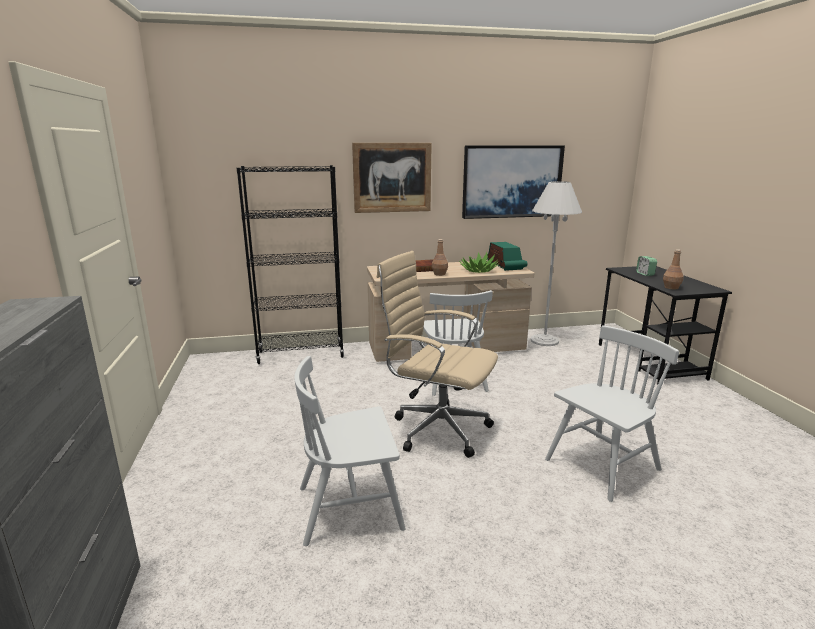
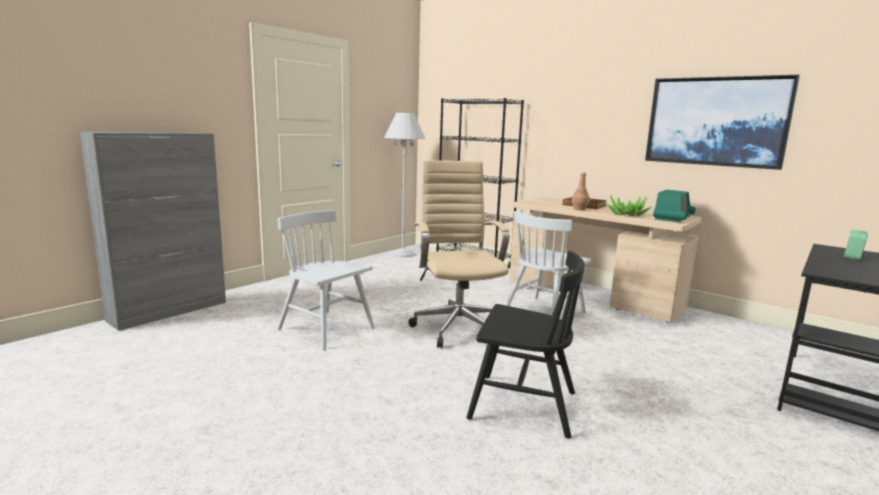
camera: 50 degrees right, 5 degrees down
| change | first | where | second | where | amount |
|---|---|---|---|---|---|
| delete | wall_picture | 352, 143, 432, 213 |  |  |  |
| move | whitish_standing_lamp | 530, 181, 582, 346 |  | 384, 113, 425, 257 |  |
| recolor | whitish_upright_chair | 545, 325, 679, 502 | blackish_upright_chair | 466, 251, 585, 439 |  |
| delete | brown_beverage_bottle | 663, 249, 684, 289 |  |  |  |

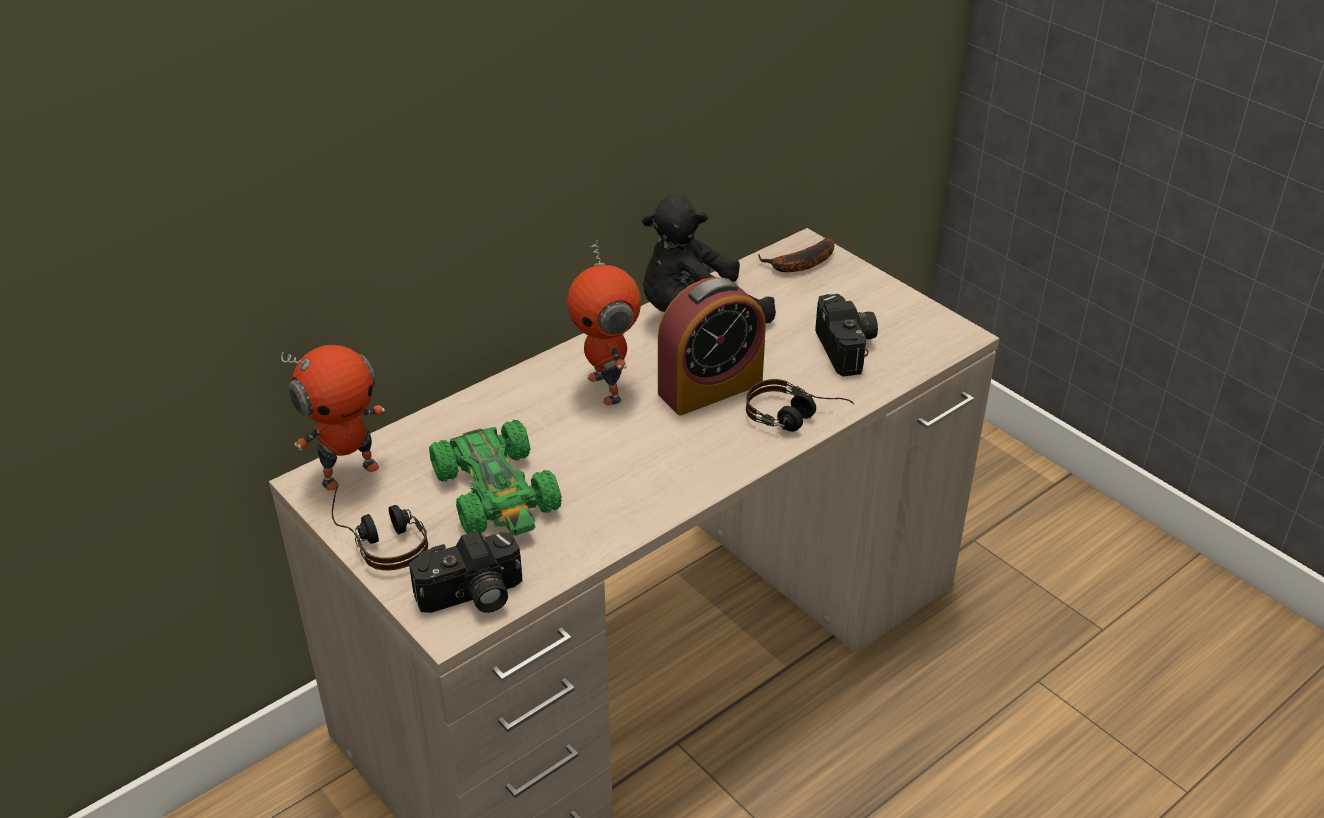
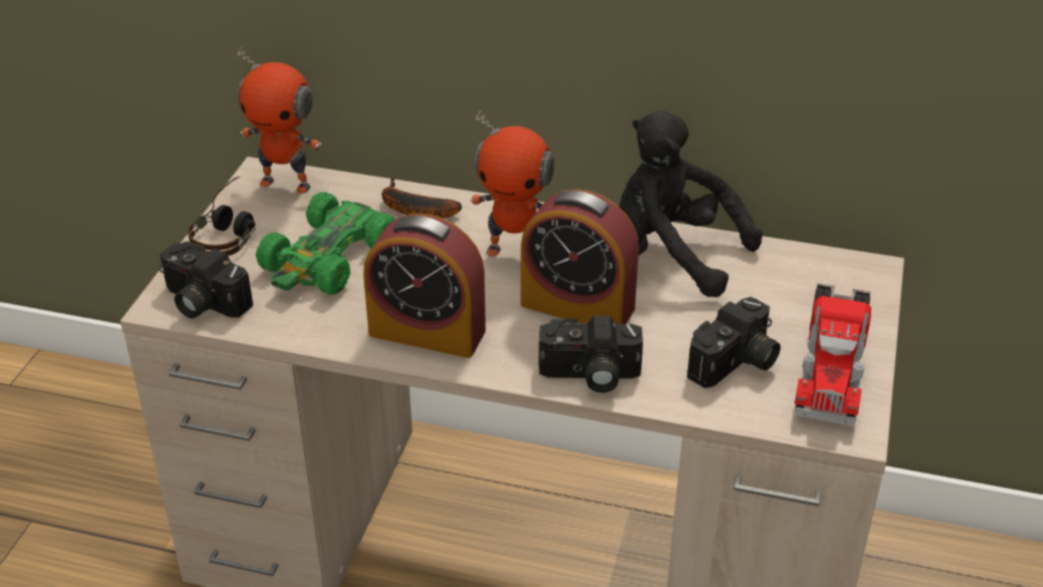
camera: 55 degrees right, 0 degrees up
| change | first | where | second | where | amount |
|---|---|---|---|---|---|
| rotate | toy_robot | 567, 240, 641, 405 |  | 470, 111, 555, 256 | 105 degrees counterclockwise |
| replace | headset | 746, 379, 854, 432 | photo_camera | 538, 315, 643, 393 |  |
| move | whole_banana | 758, 238, 835, 272 |  | 382, 178, 462, 218 |  |
| insert |  |  | bedside_clock | 363, 213, 486, 358 |  |
| insert |  |  | toy_truck | 795, 283, 871, 426 |  |

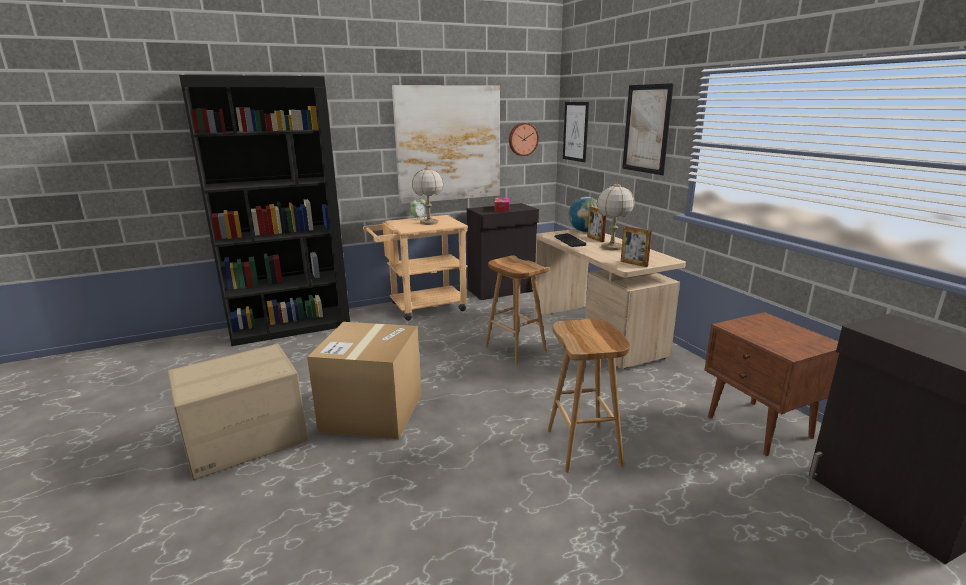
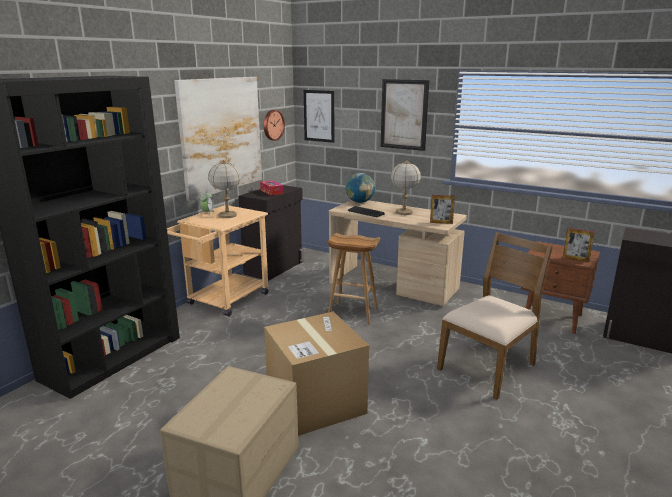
camera: 35 degrees left, 0 degrees up
| change | first | where | second | where | amount |
|---|---|---|---|---|---|
| replace | brown_stool_seat | 548, 319, 630, 473 | brown_upright_chair | 437, 232, 553, 399 |  |
| move | picture_frame | 587, 207, 606, 242 |  | 563, 228, 595, 262 |  |

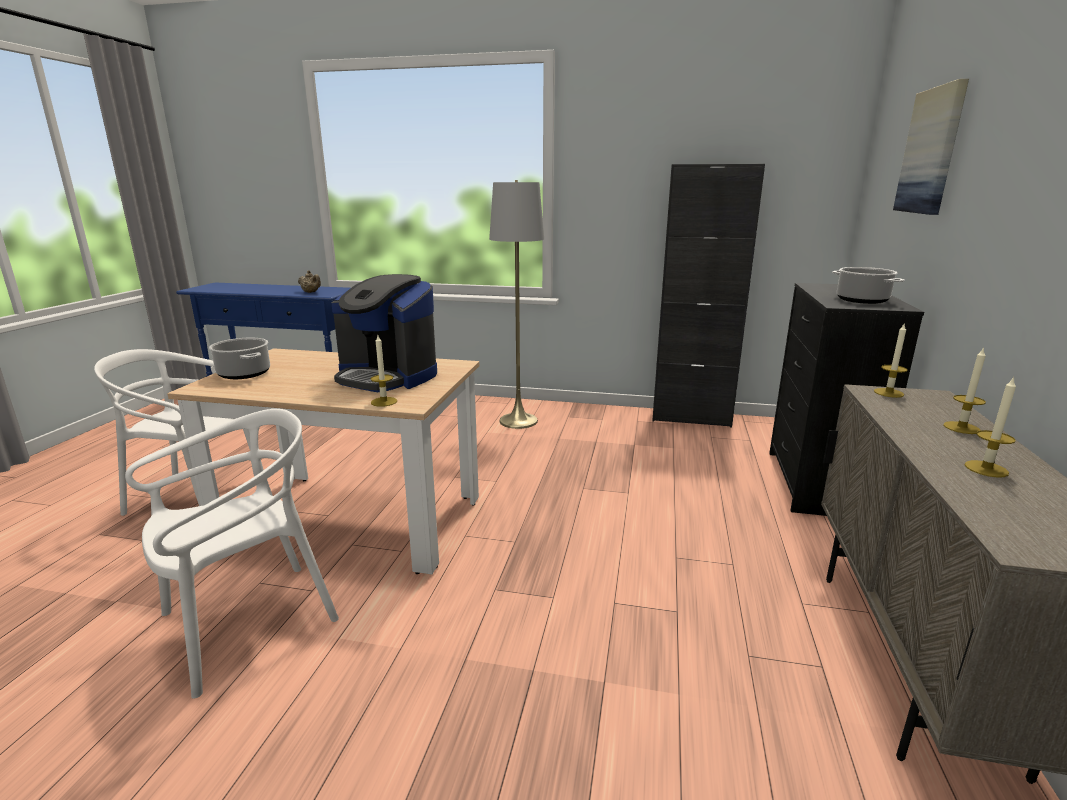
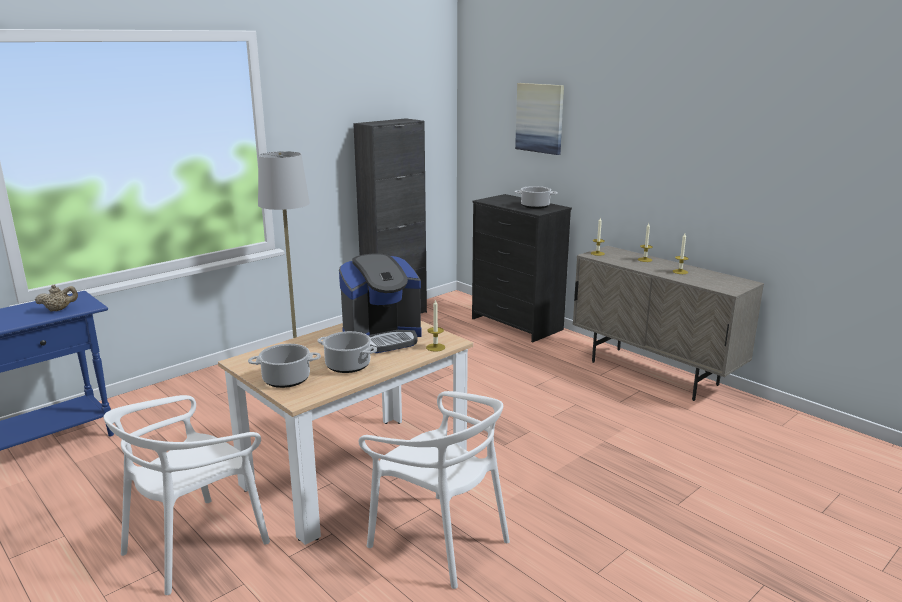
camera: 55 degrees left, 0 degrees up
| change | first | where | second | where | amount |
|---|---|---|---|---|---|
| rotate | whitish_upright_chair | 125, 409, 339, 699 |  | 358, 391, 510, 589 | 135 degrees clockwise |
| insert |  |  | cooking_pot | 318, 331, 377, 373 |  |

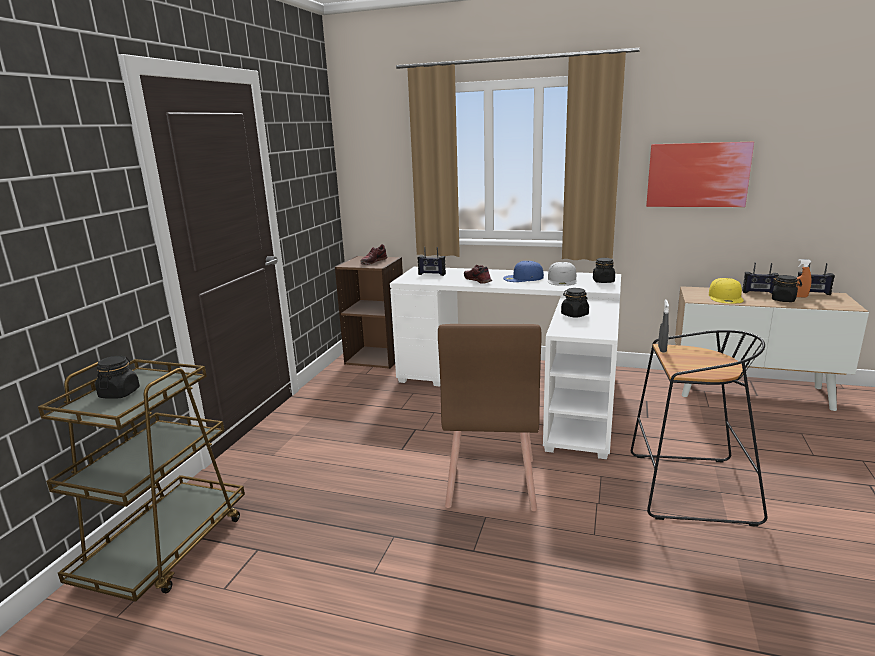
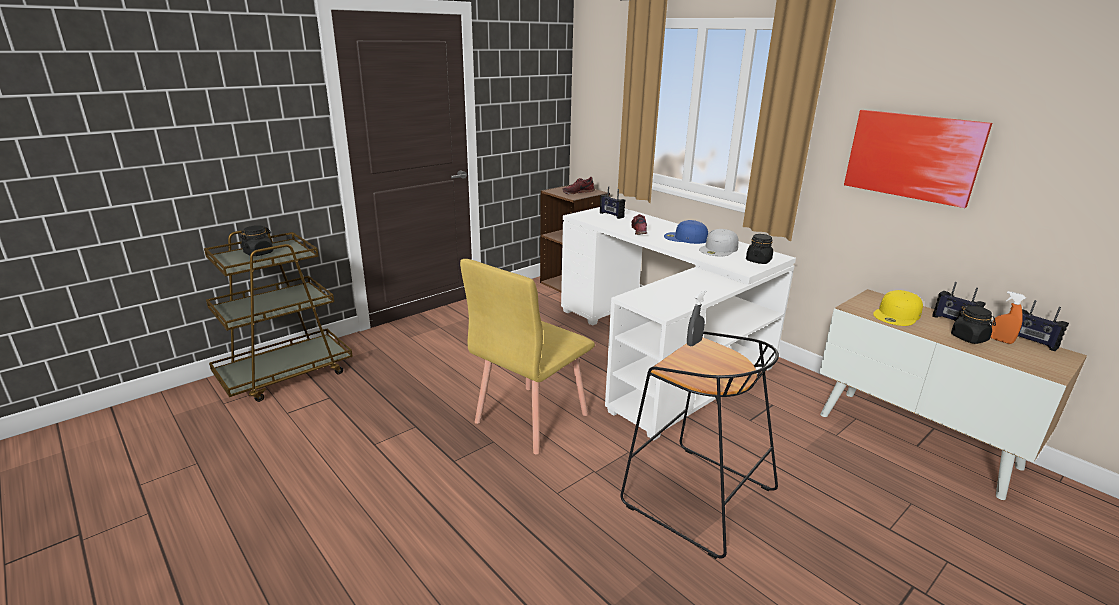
camera: 30 degrees right, 5 degrees up
| change | first | where | second | where | amount |
|---|---|---|---|---|---|
| recolor | brown_upright_chair | 438, 324, 542, 511 | yellow_upright_chair | 460, 259, 595, 454 |  |
| delete | blackish_jar | 561, 288, 589, 318 |  |  |  |

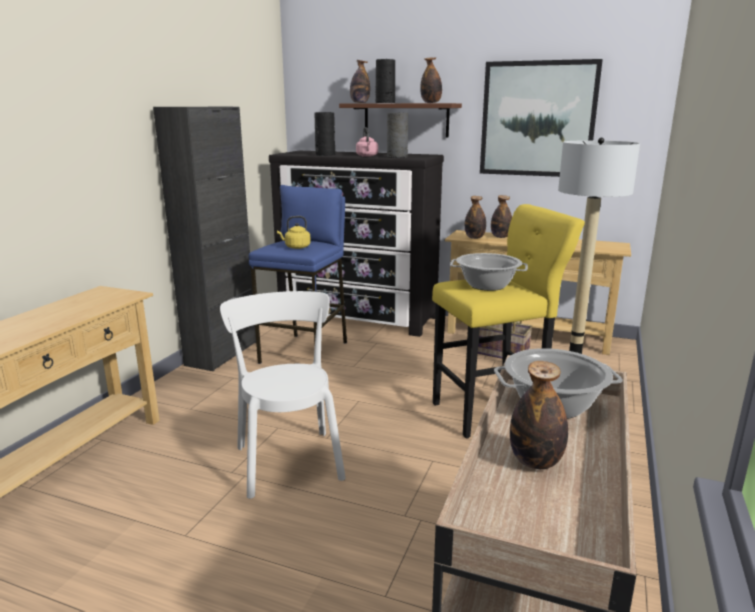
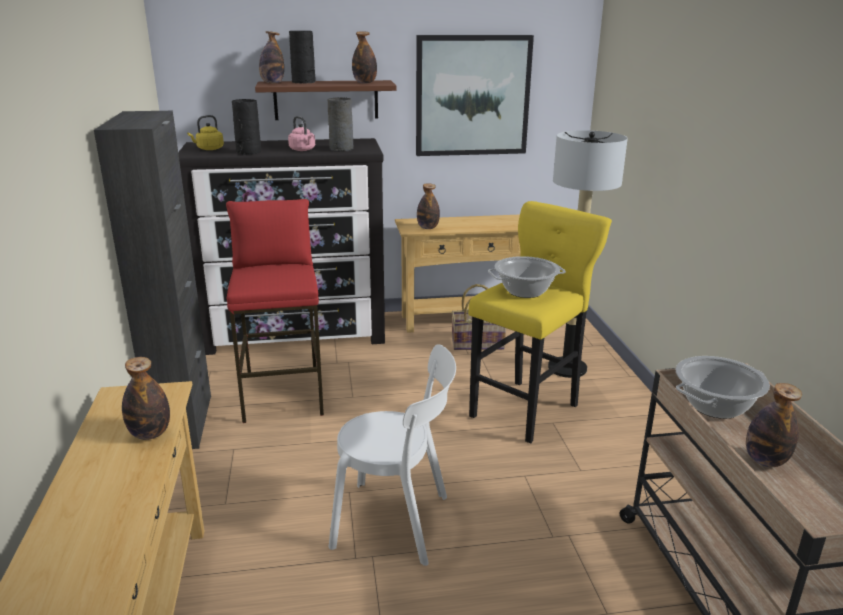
camera: 30 degrees left, 5 degrees up
| change | first | where | second | where | amount |
|---|---|---|---|---|---|
| rotate | whitish_upright_chair | 220, 291, 346, 499 |  | 329, 344, 456, 566 | 150 degrees clockwise |
| recolor | bluish_stool_seat | 249, 185, 347, 364 | red_stool_seat | 226, 199, 324, 423 |  |
| move | yellow_tea_kettle | 277, 216, 311, 249 |  | 187, 115, 224, 150 |  |
| move | beverage_bottle | 491, 195, 512, 238 |  | 122, 357, 170, 440 |  |

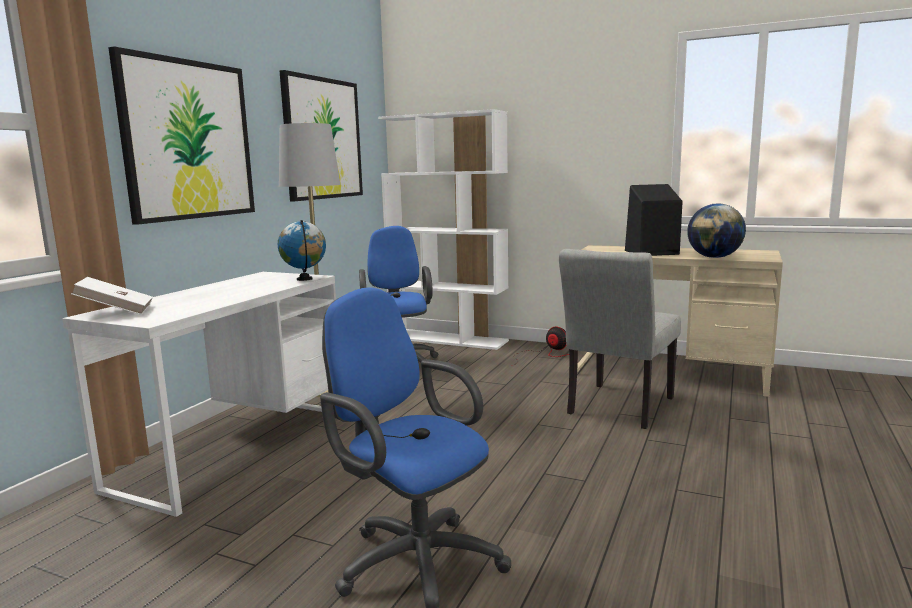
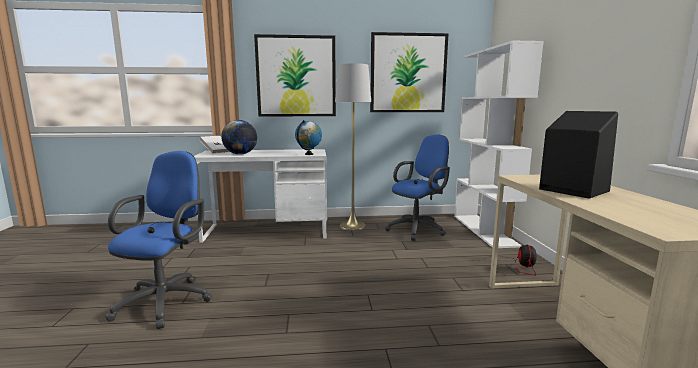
camera: 60 degrees right, 0 degrees up
| change | first | where | second | where | amount |
|---|---|---|---|---|---|
| delete | gray_upright_chair | 559, 249, 681, 429 |  |  |  |
| move | world_globe | 687, 203, 746, 258 |  | 221, 120, 257, 155 |  |

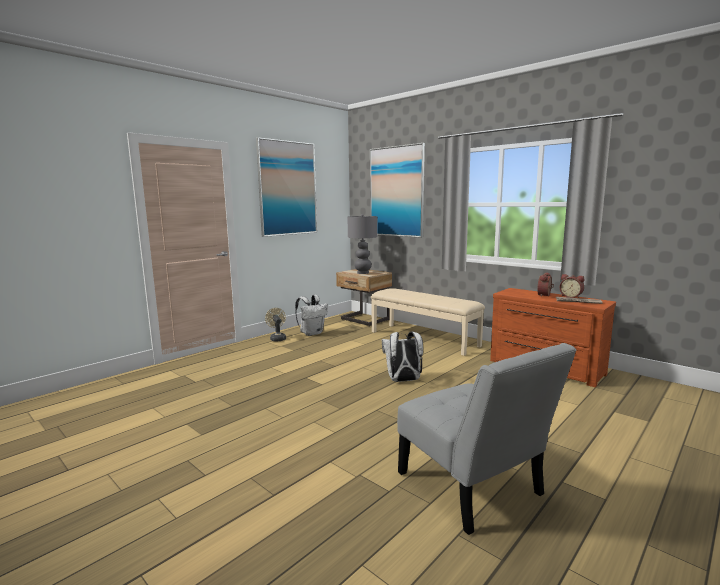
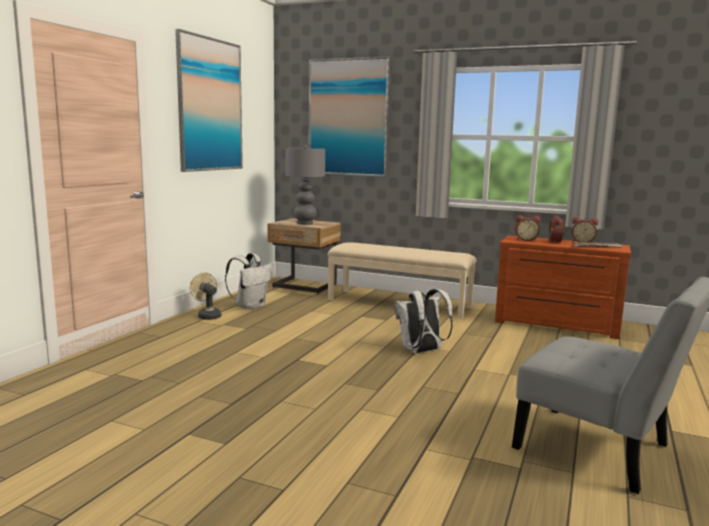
camera: 20 degrees left, 0 degrees up
| change | first | where | second | where | amount |
|---|---|---|---|---|---|
| insert |  |  | bedside_clock | 515, 215, 540, 241 |  |

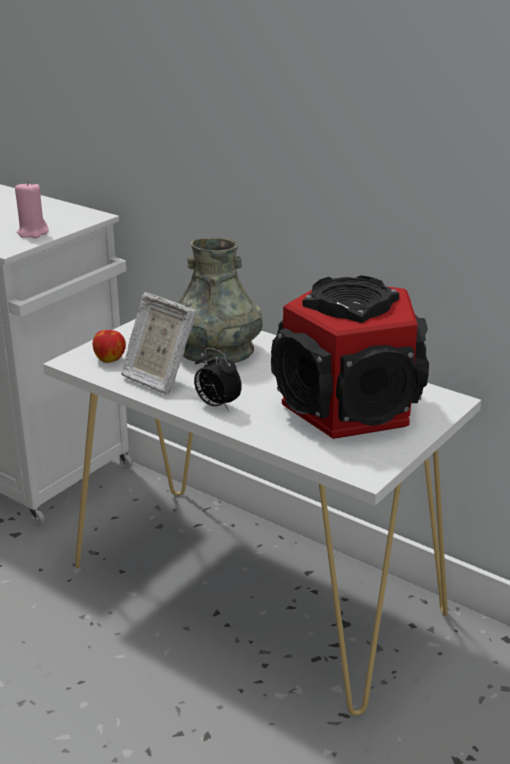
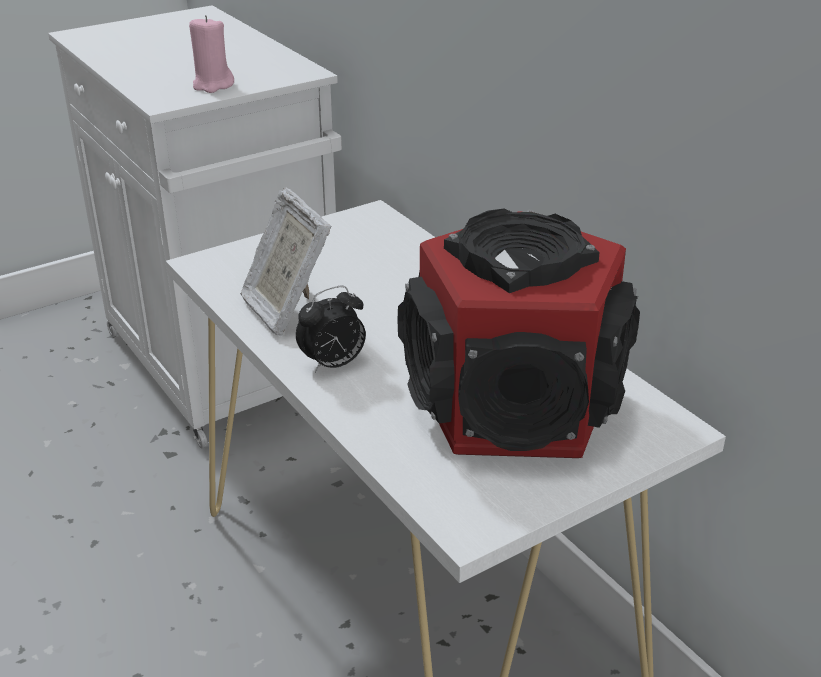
camera: 20 degrees right, 5 degrees up
| change | first | where | second | where | amount |
|---|---|---|---|---|---|
| delete | apple | 93, 330, 126, 363 |  |  |  |
| delete | gray_flower_vase | 177, 238, 263, 363 |  |  |  |
| rotate | bedside_clock | 194, 348, 242, 411 |  | 296, 285, 366, 373 | 90 degrees counterclockwise |

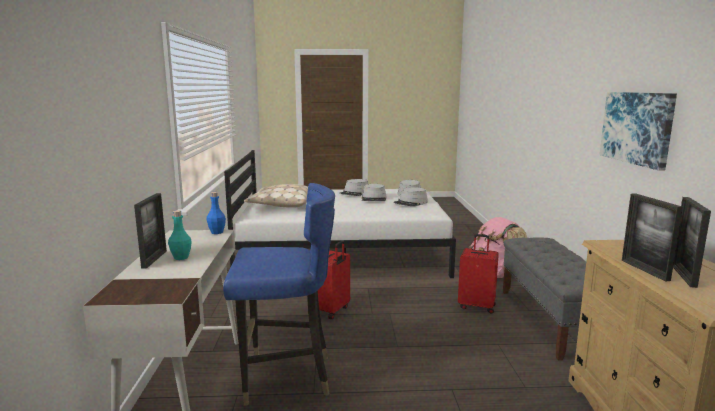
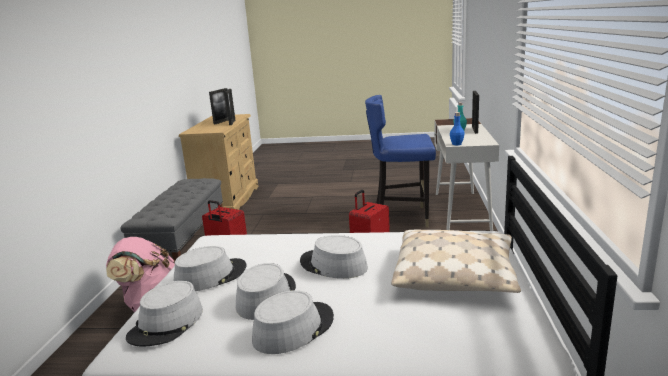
camera: 170 degrees left, 5 degrees up
| change | first | where | second | where | amount |
|---|---|---|---|---|---|
| delete | wall_picture | 600, 92, 677, 171 |  |  |  |
| insert |  |  | gray_clothing_hat | 300, 235, 368, 279 |  |

